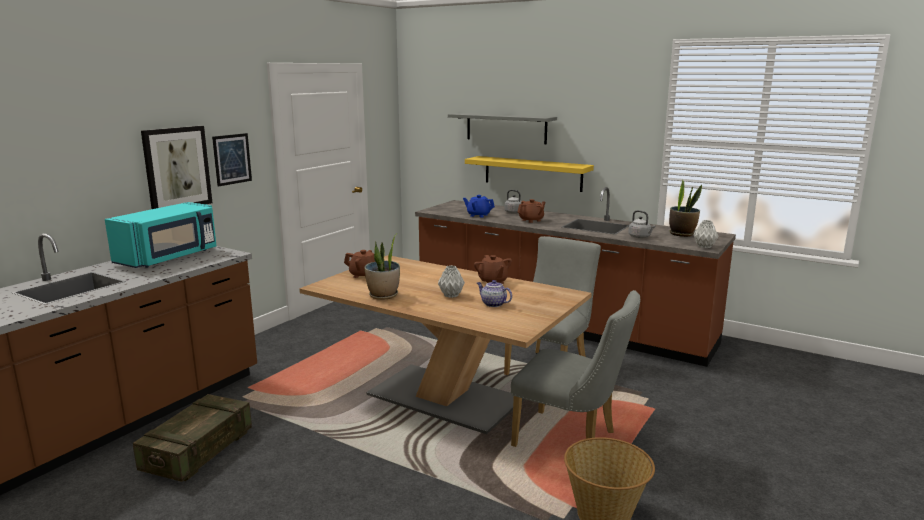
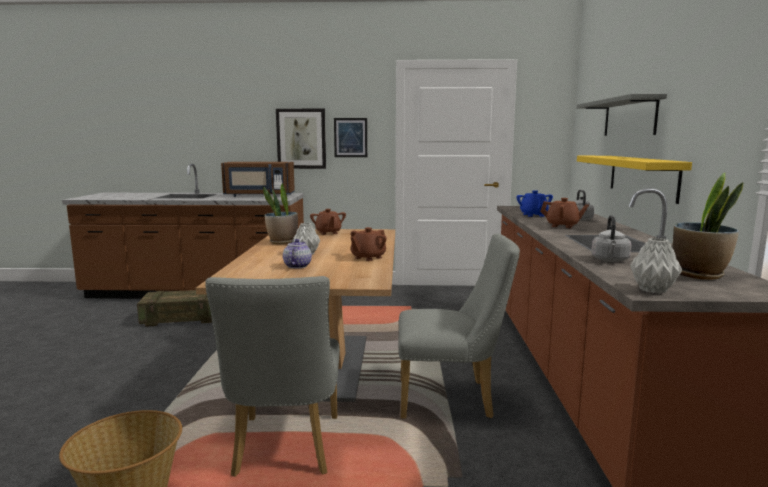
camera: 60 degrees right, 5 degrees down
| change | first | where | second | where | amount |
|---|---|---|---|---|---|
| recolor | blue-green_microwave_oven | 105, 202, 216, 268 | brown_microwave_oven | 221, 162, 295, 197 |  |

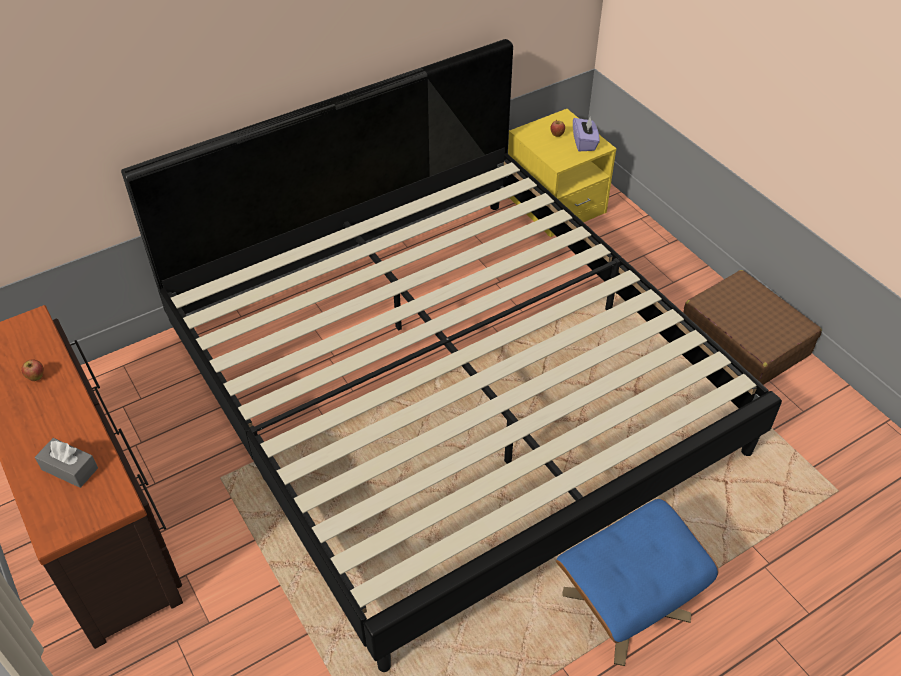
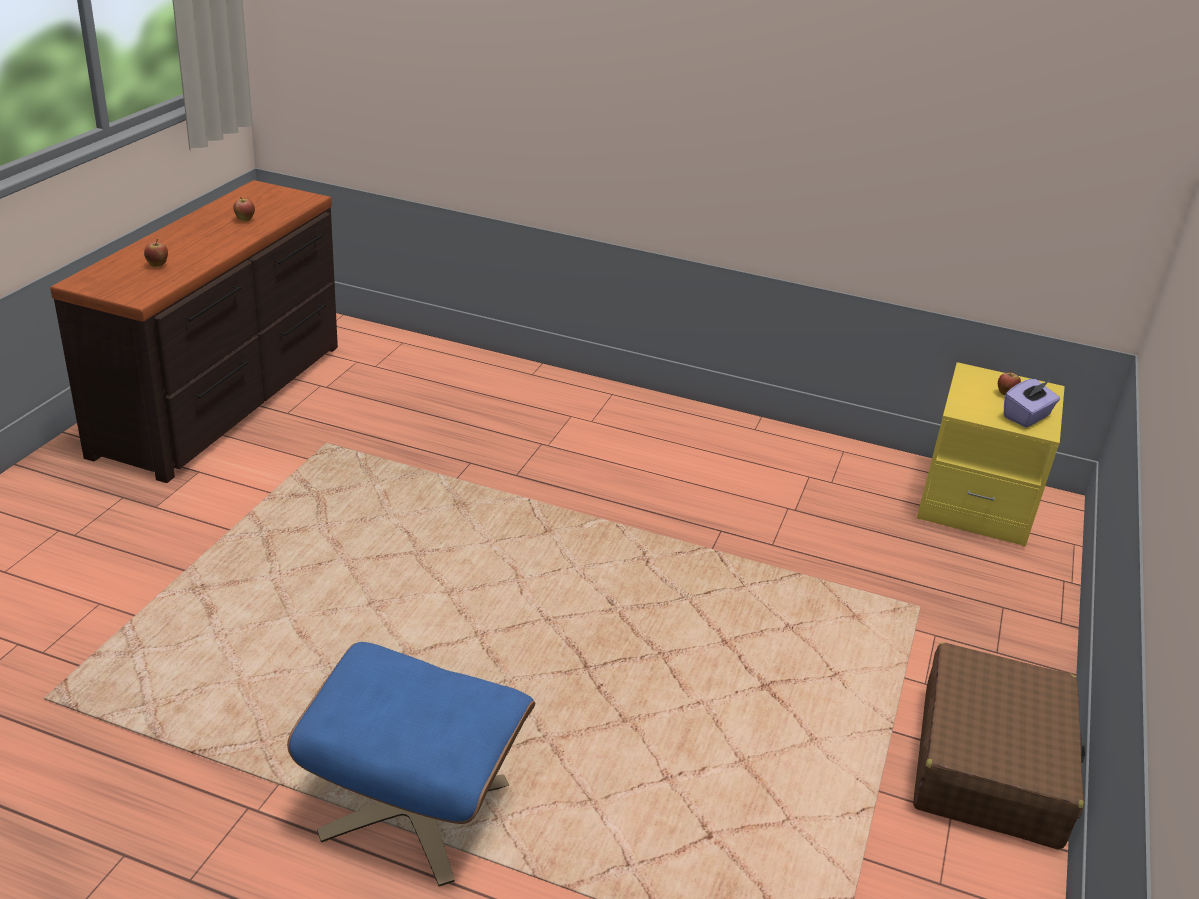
camera: 50 degrees right, 15 degrees down
| change | first | where | second | where | amount |
|---|---|---|---|---|---|
| replace | gray_box_of_tissues | 35, 438, 98, 488 | apple | 144, 239, 168, 267 |  |
| delete | bed | 121, 39, 782, 672 |  |  |  |

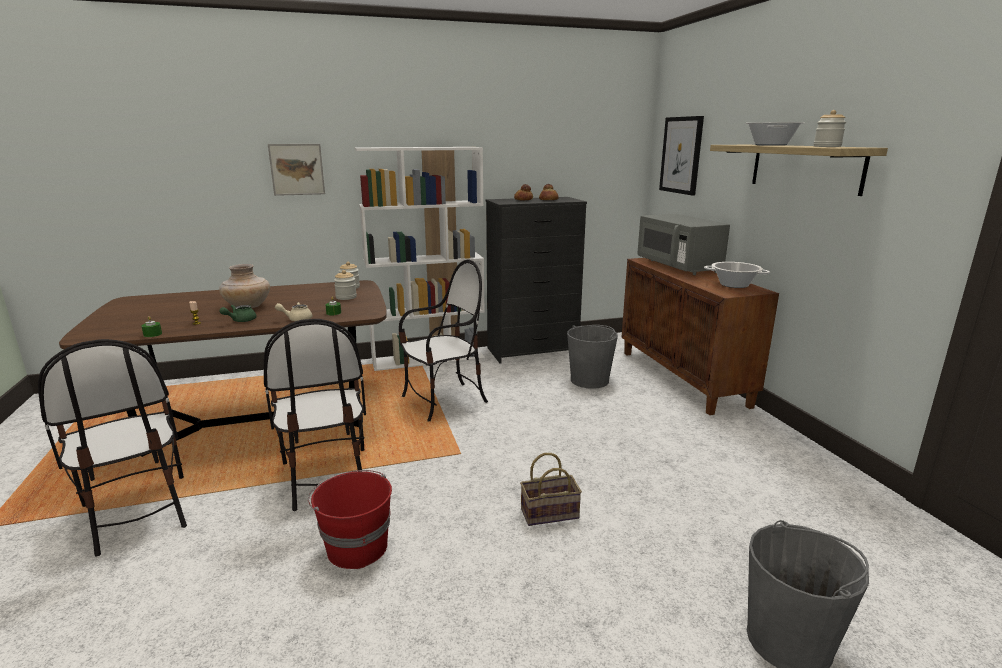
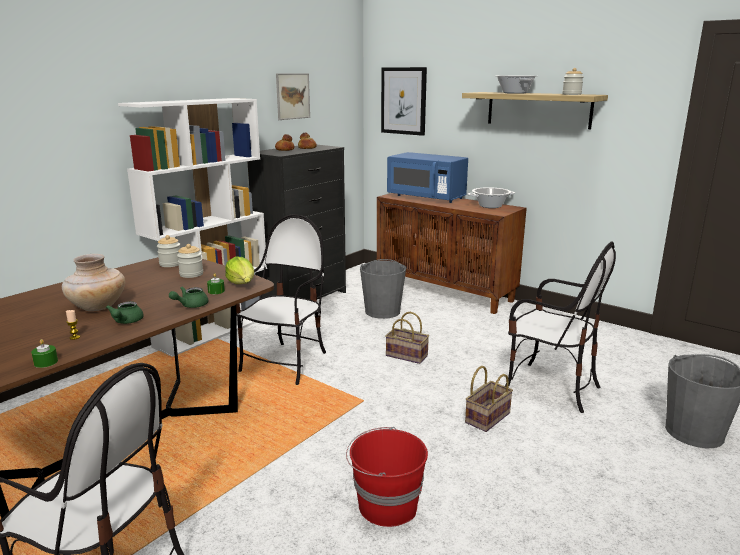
camera: 35 degrees left, 0 degrees up
| change | first | where | second | where | amount |
|---|---|---|---|---|---|
| move | upright_chair | 264, 319, 366, 511 |  | 505, 242, 616, 413 |  |
| move | wall_picture | 268, 144, 325, 196 |  | 276, 73, 310, 120 |  |
| recolor | beige-coloured_teapot | 275, 302, 312, 321 | green_teapot | 169, 287, 208, 308 |  |
| recolor | gray_microwave_oven | 637, 214, 730, 275 | bluish_microwave_oven | 387, 152, 468, 203 |  |
| insert |  |  | lettuce_head | 225, 257, 254, 284 |  |
| insert |  |  | household_basket | 386, 312, 429, 364 |  |

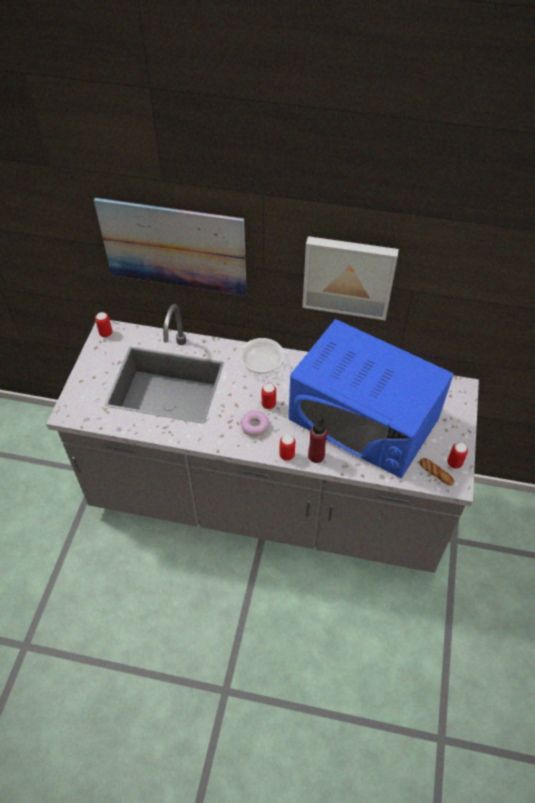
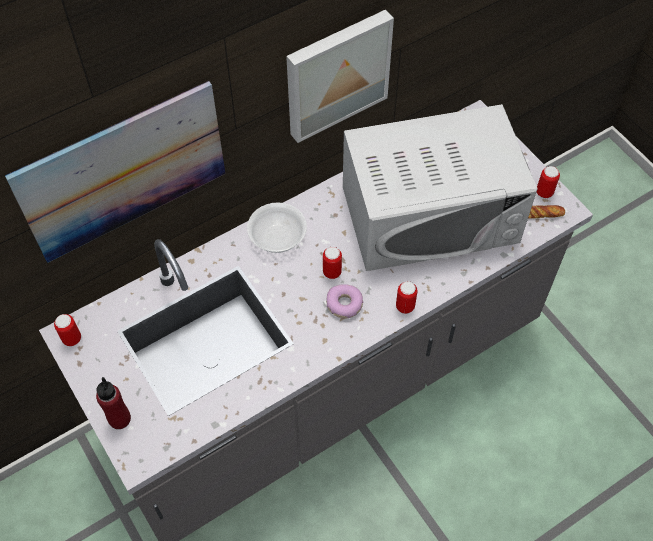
camera: 45 degrees left, 5 degrees up
| change | first | where | second | where | amount |
|---|---|---|---|---|---|
| recolor | bluish_microwave_oven | 288, 319, 454, 478 | whitish_microwave_oven | 343, 104, 538, 271 |  |
| move | red_beverage_bottle | 308, 417, 327, 463 |  | 96, 377, 131, 429 |  |

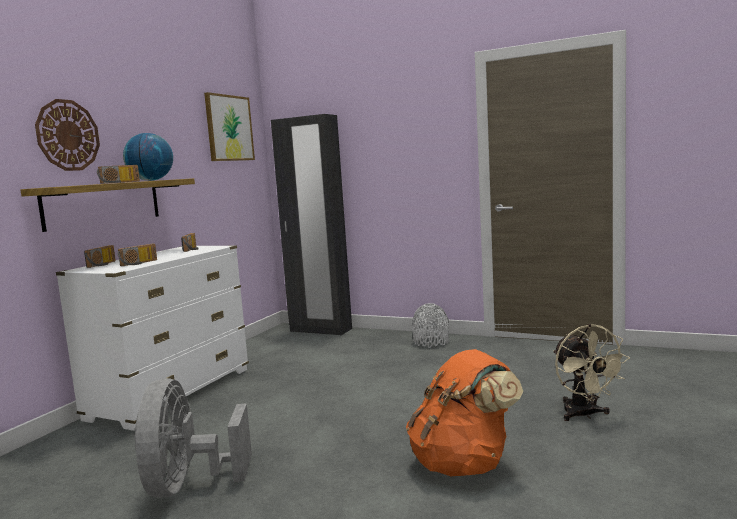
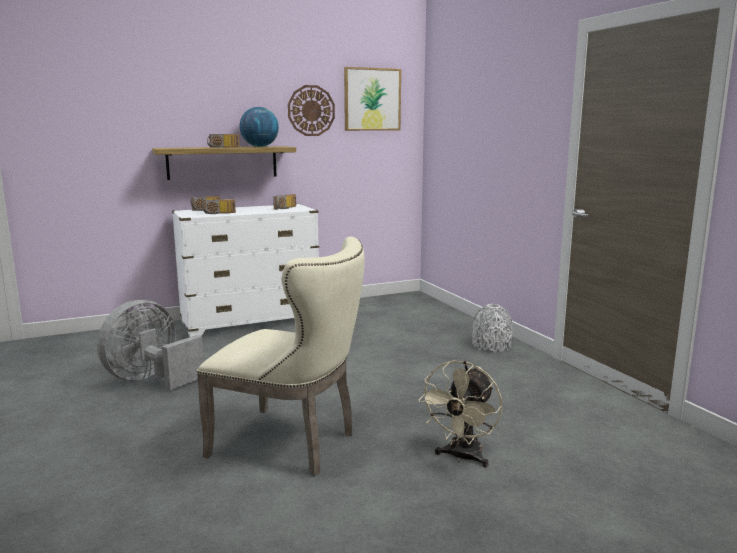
camera: 40 degrees right, 5 degrees up
| change | first | where | second | where | amount |
|---|---|---|---|---|---|
| move | clock_on_the_wall | 35, 99, 100, 171 |  | 288, 85, 335, 136 |  |
| delete | blackish_wardrobe | 271, 114, 352, 335 |  |  |  |
| replace | orange_backpack | 406, 349, 523, 477 | beige-coloured_upright_chair | 197, 236, 364, 476 |  |

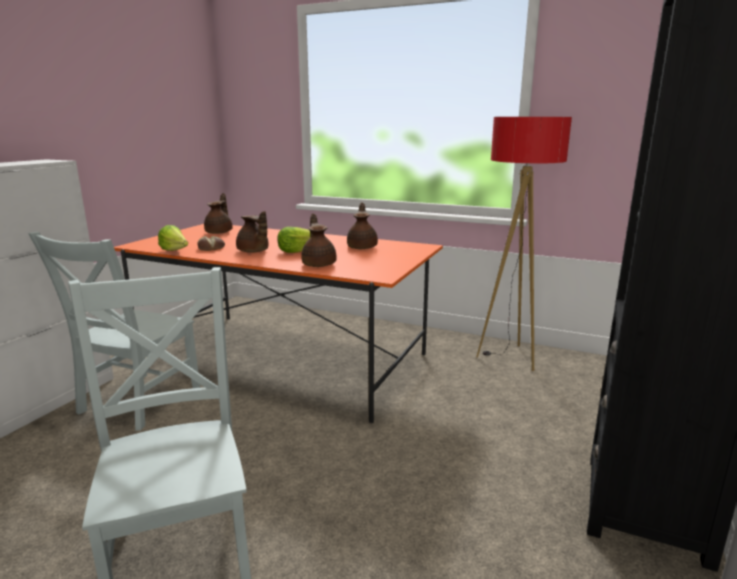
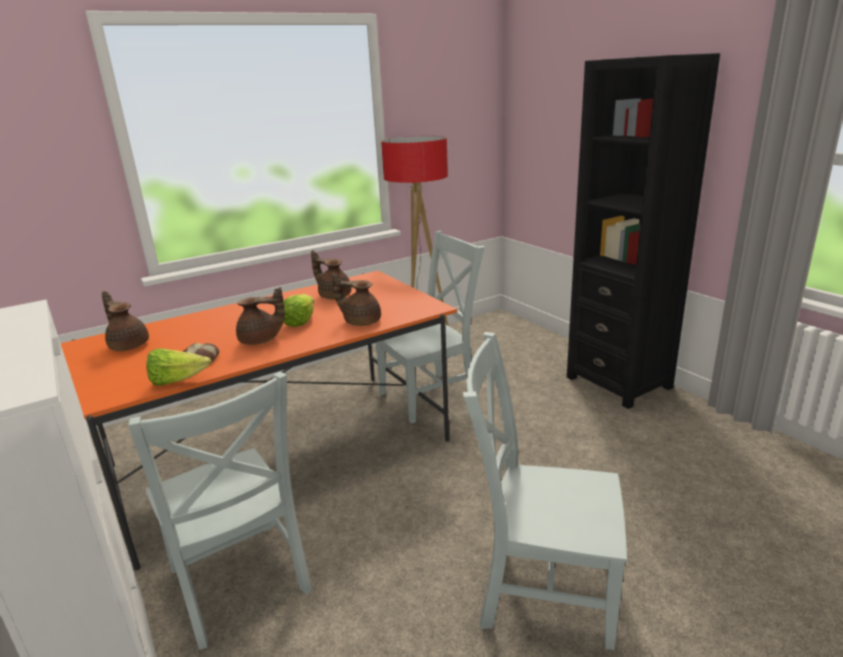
camera: 55 degrees left, 5 degrees up
| change | first | where | second | where | amount |
|---|---|---|---|---|---|
| insert |  |  | gray_upright_chair | 376, 231, 485, 424 |  |

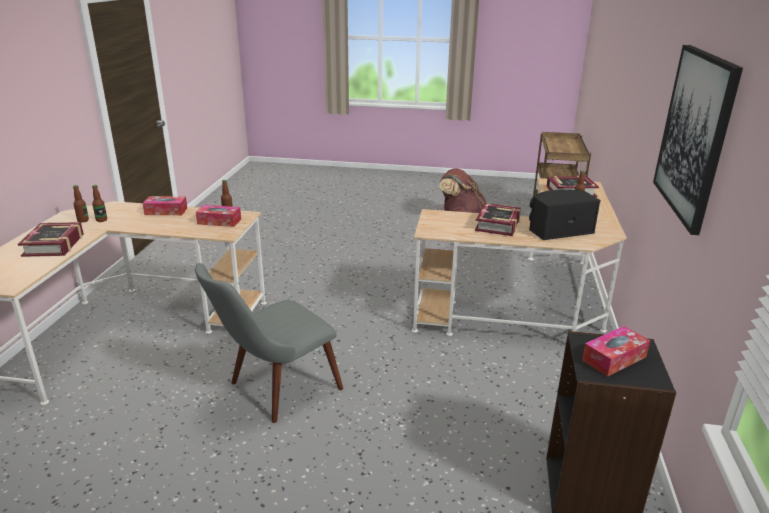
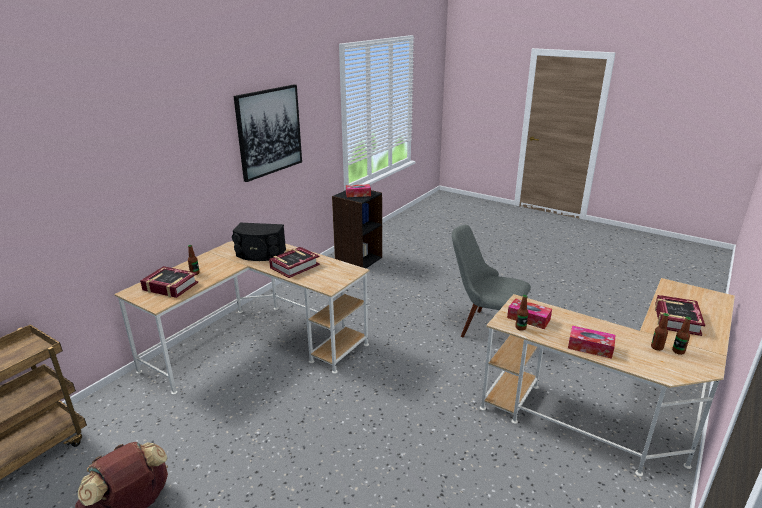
camera: 155 degrees left, 0 degrees up
| change | first | where | second | where | amount |
|---|---|---|---|---|---|
| rotate | gray_upright_chair | 195, 263, 343, 423 |  | 452, 225, 531, 337 | 135 degrees counterclockwise |

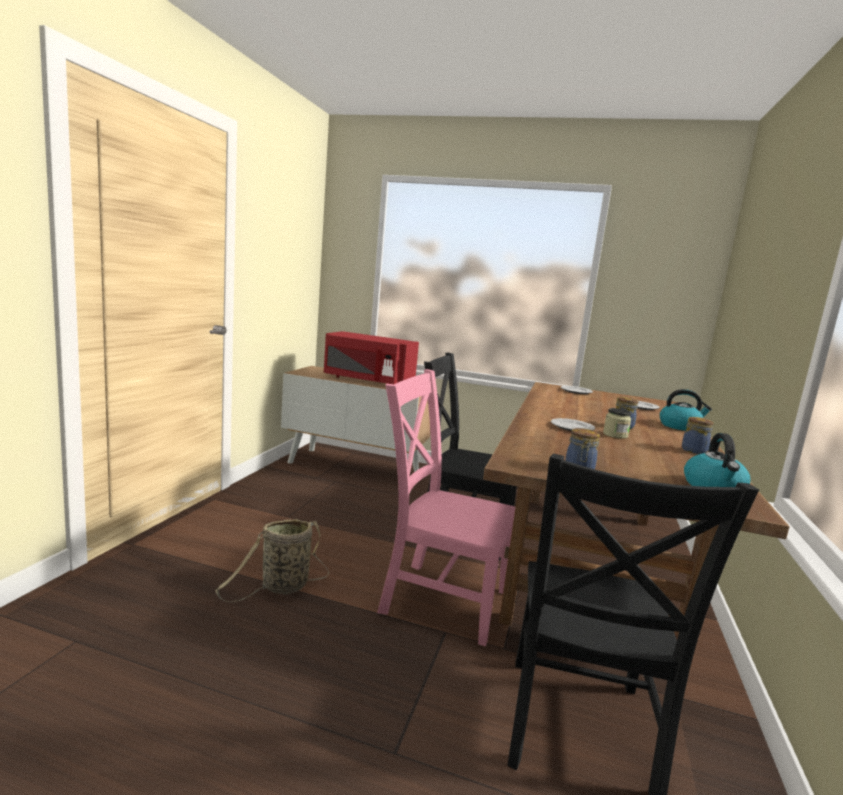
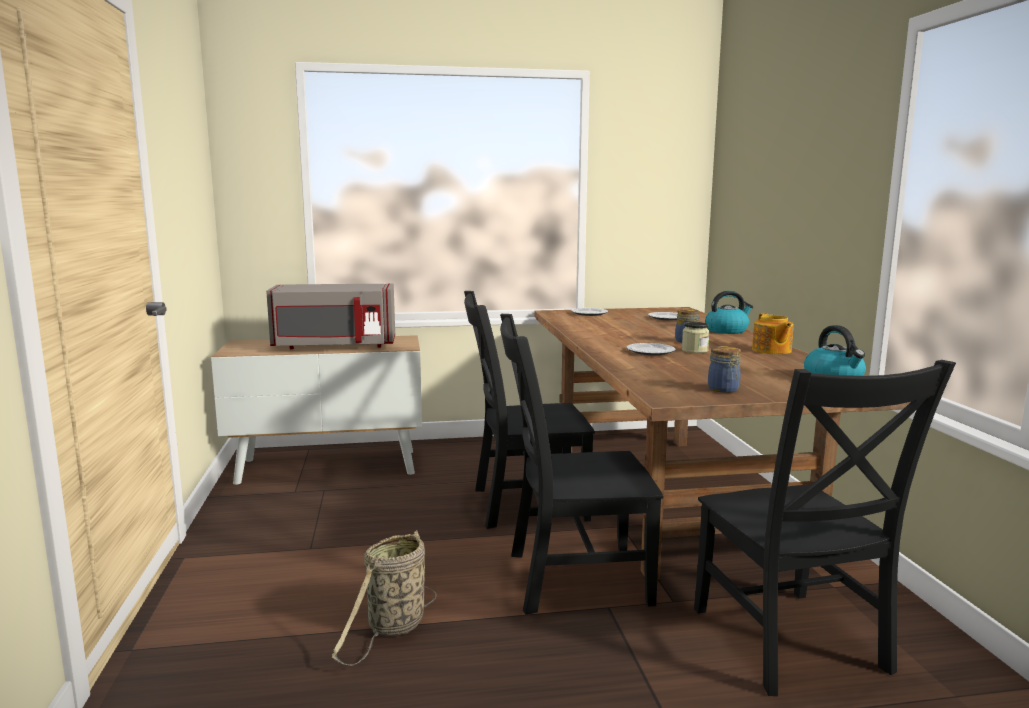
camera: 25 degrees left, 0 degrees up
| change | first | where | second | where | amount |
|---|---|---|---|---|---|
| recolor | red_microwave_oven | 324, 331, 419, 384 | gray_microwave_oven | 266, 283, 395, 349 |  |
| recolor | pinkish_upright_chair | 377, 369, 515, 646 | blackish_upright_chair | 500, 314, 663, 615 |  |
| replace | jar | 682, 417, 713, 454 | teapot | 752, 313, 794, 354 |  |

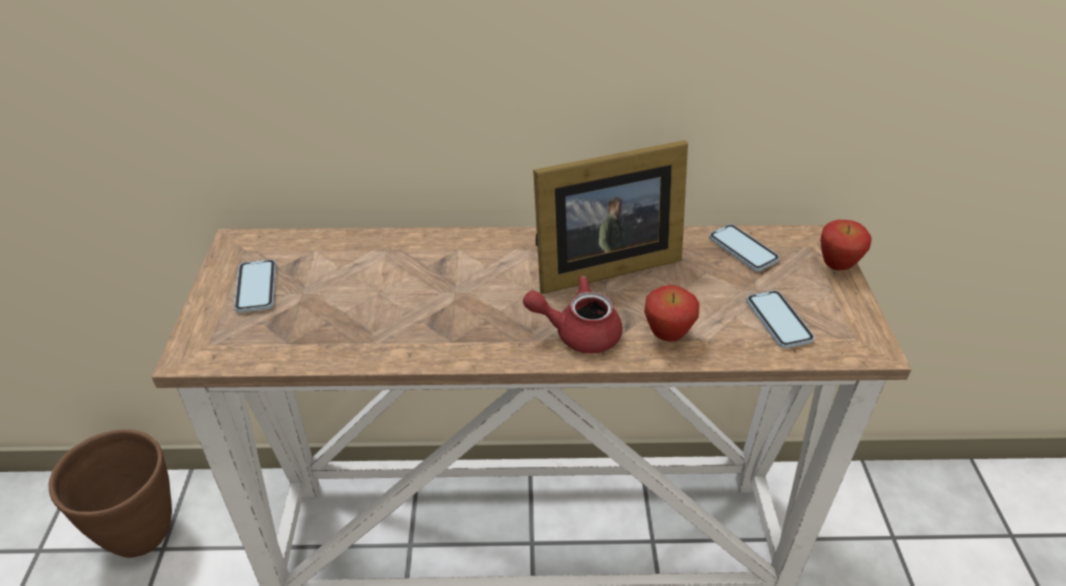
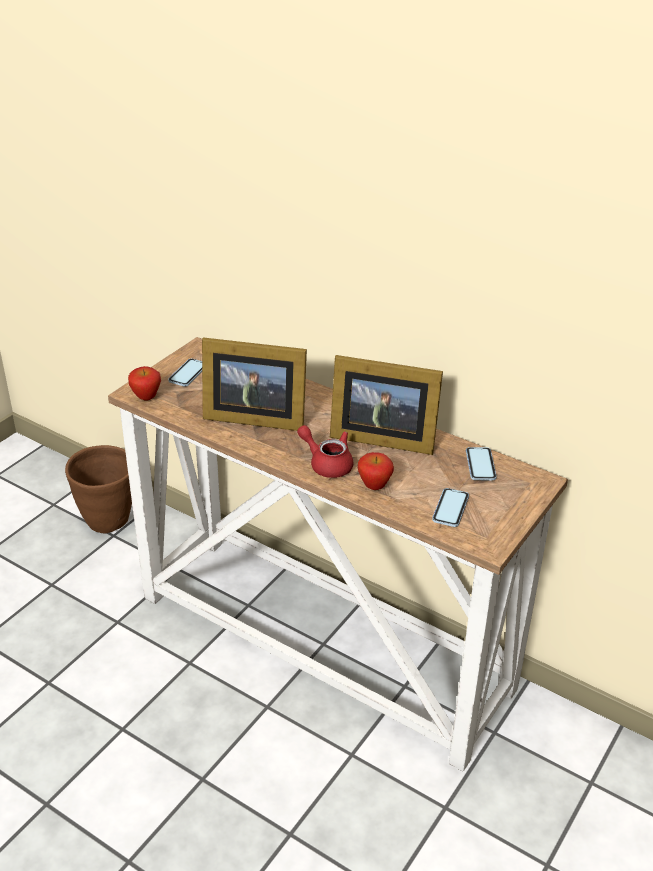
camera: 35 degrees right, 5 degrees down
| change | first | where | second | where | amount |
|---|---|---|---|---|---|
| move | apple | 820, 220, 872, 271 |  | 128, 366, 161, 401 |  |
| insert |  |  | picture_frame | 202, 338, 307, 431 |  |

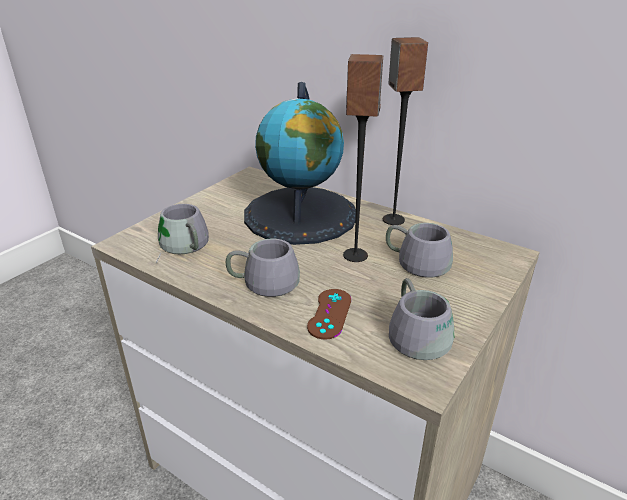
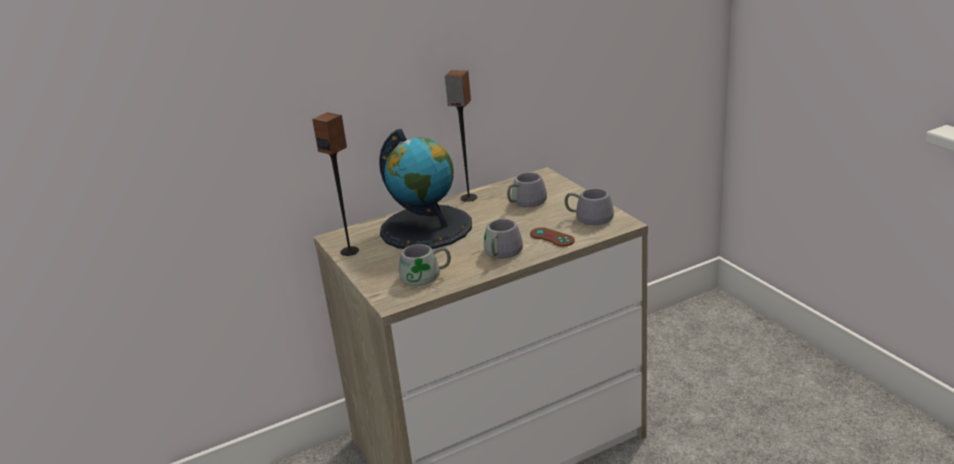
camera: 60 degrees left, 5 degrees down
| change | first | where | second | where | amount |
|---|---|---|---|---|---|
| move | audio_speaker | 343, 54, 383, 262 |  | 312, 112, 359, 256 |  |

